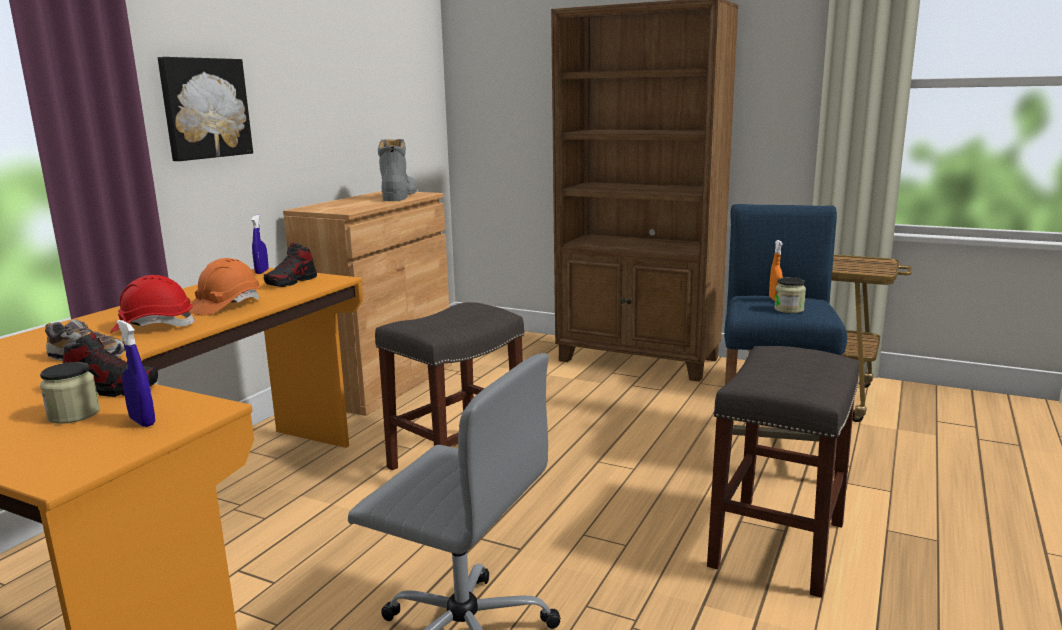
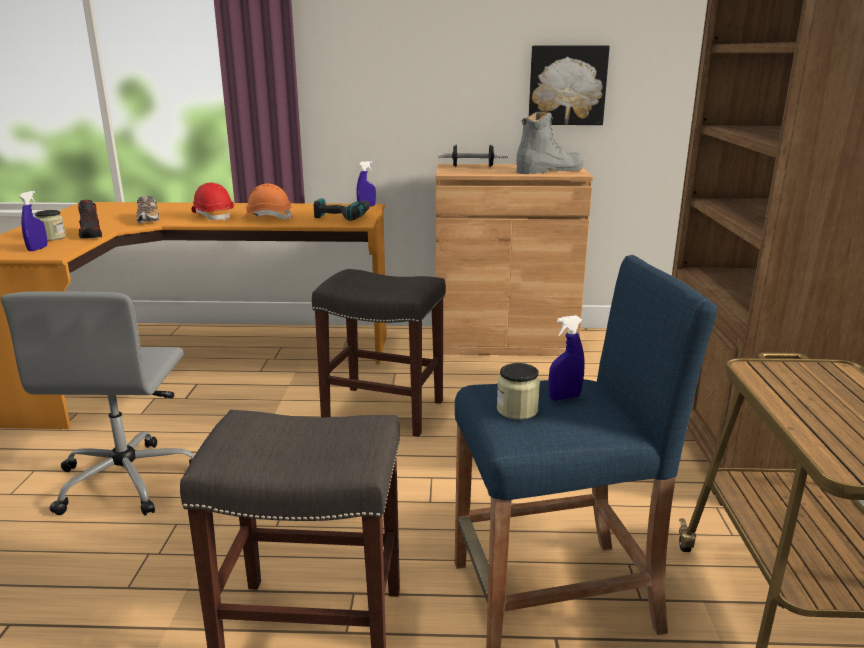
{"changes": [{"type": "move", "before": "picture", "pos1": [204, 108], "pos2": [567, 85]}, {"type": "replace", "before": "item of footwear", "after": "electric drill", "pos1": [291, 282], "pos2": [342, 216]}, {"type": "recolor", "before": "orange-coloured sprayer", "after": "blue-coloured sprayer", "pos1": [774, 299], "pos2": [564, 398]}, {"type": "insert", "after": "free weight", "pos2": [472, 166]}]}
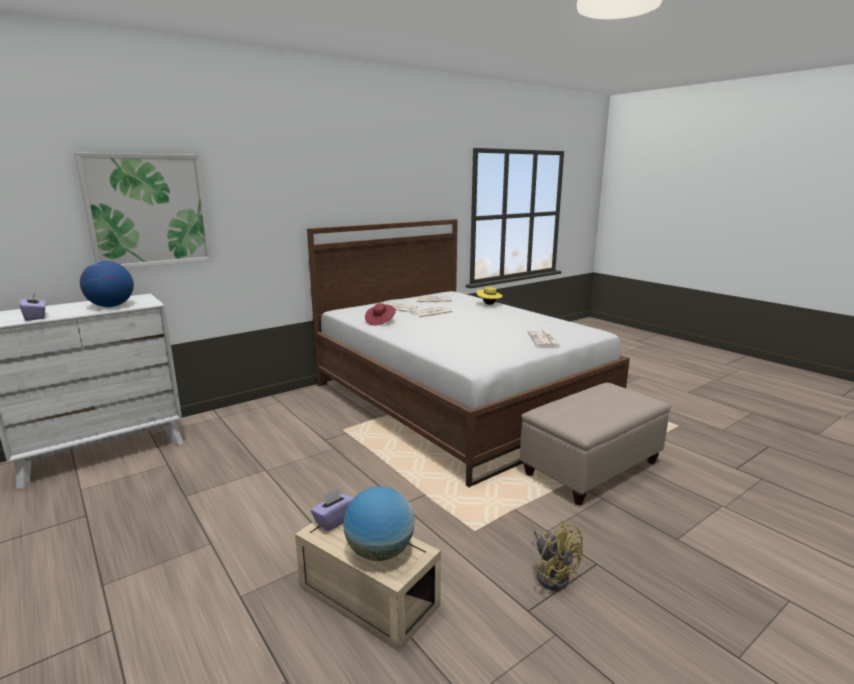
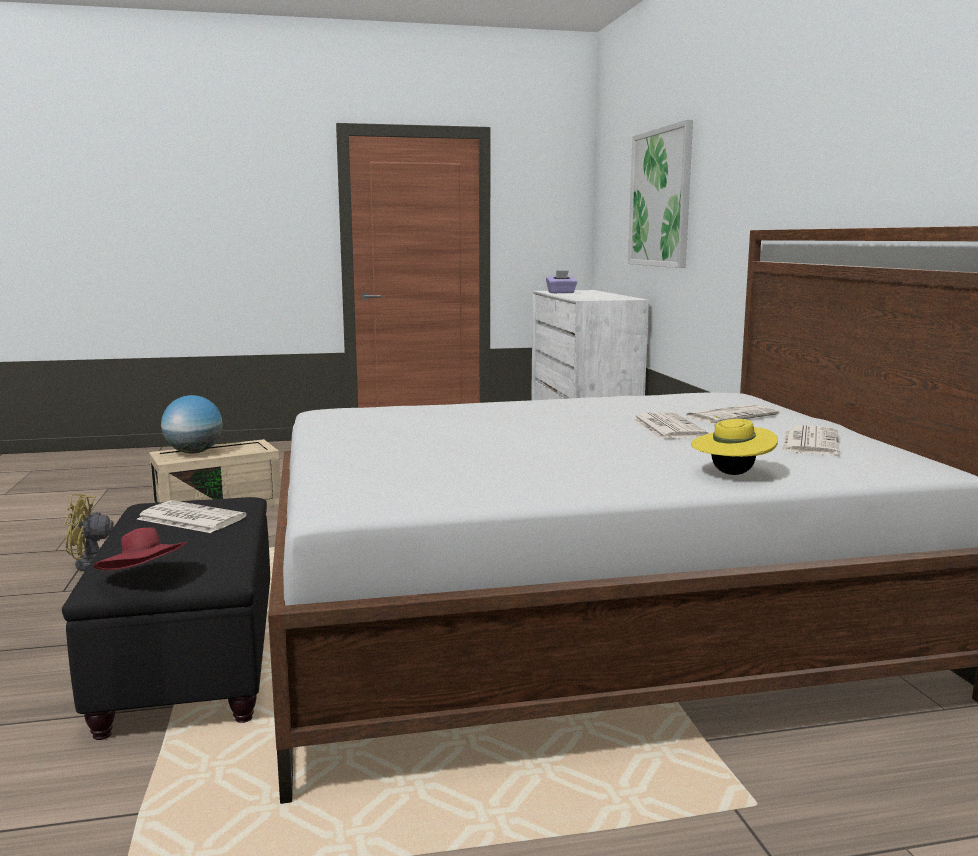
{"changes": [{"type": "delete", "before": "desk globe", "pos1": [111, 306]}, {"type": "delete", "before": "purple tissue holder", "pos1": [334, 520]}, {"type": "move", "before": "red wearable hat", "pos1": [380, 321], "pos2": [145, 578]}, {"type": "recolor", "before": "sand-coloured footrest", "after": "blackish footrest", "pos1": [592, 467], "pos2": [191, 664]}, {"type": "move", "before": "newspaper", "pos1": [544, 339], "pos2": [189, 518]}]}
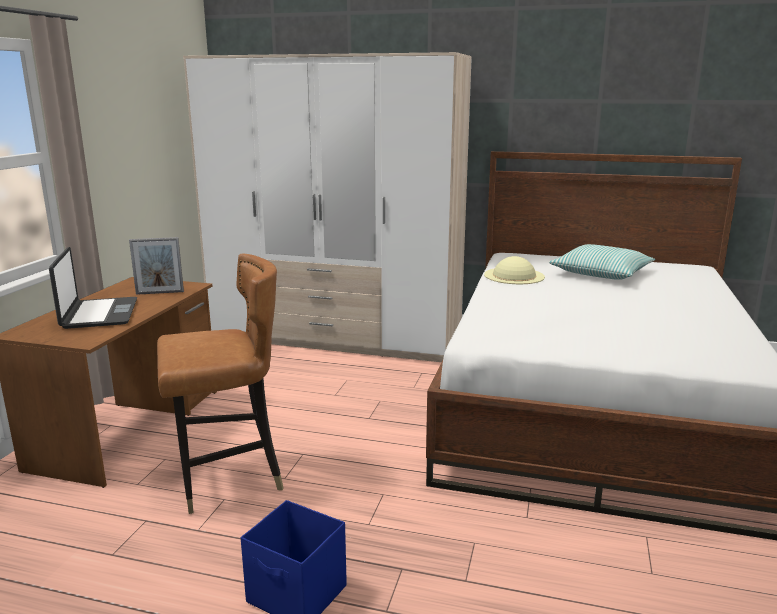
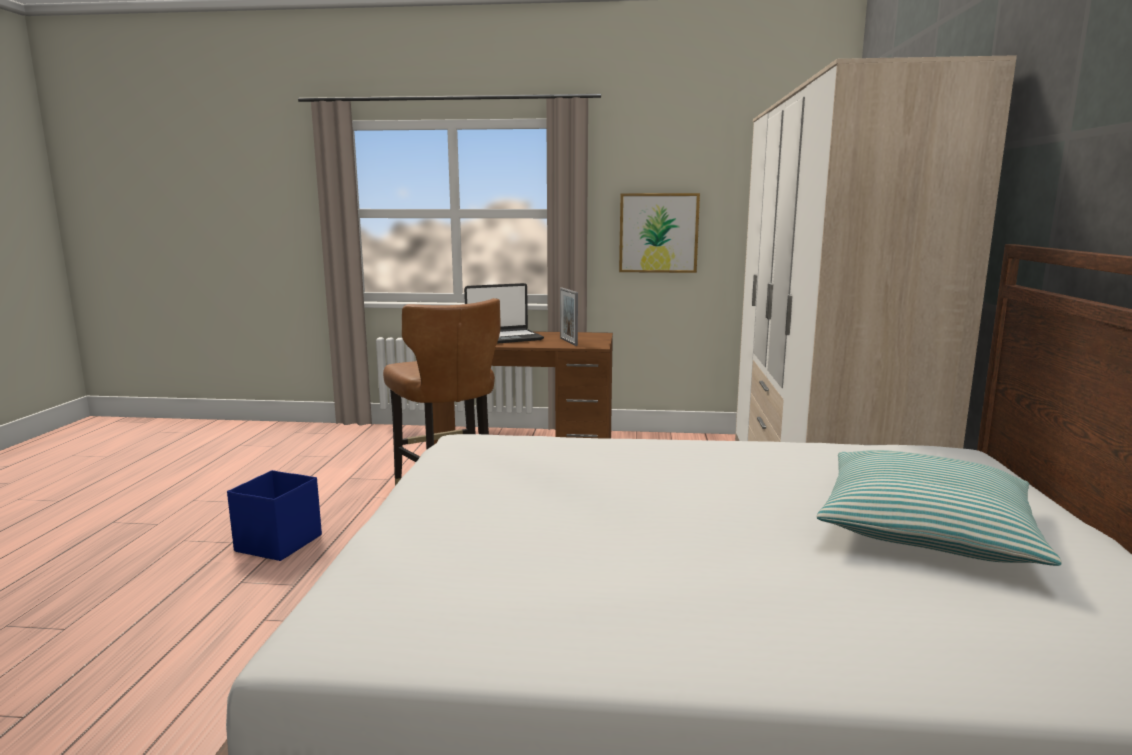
{"changes": [{"type": "delete", "before": "sand-coloured wearable hat", "pos1": [514, 275]}, {"type": "insert", "after": "picture", "pos2": [658, 233]}]}
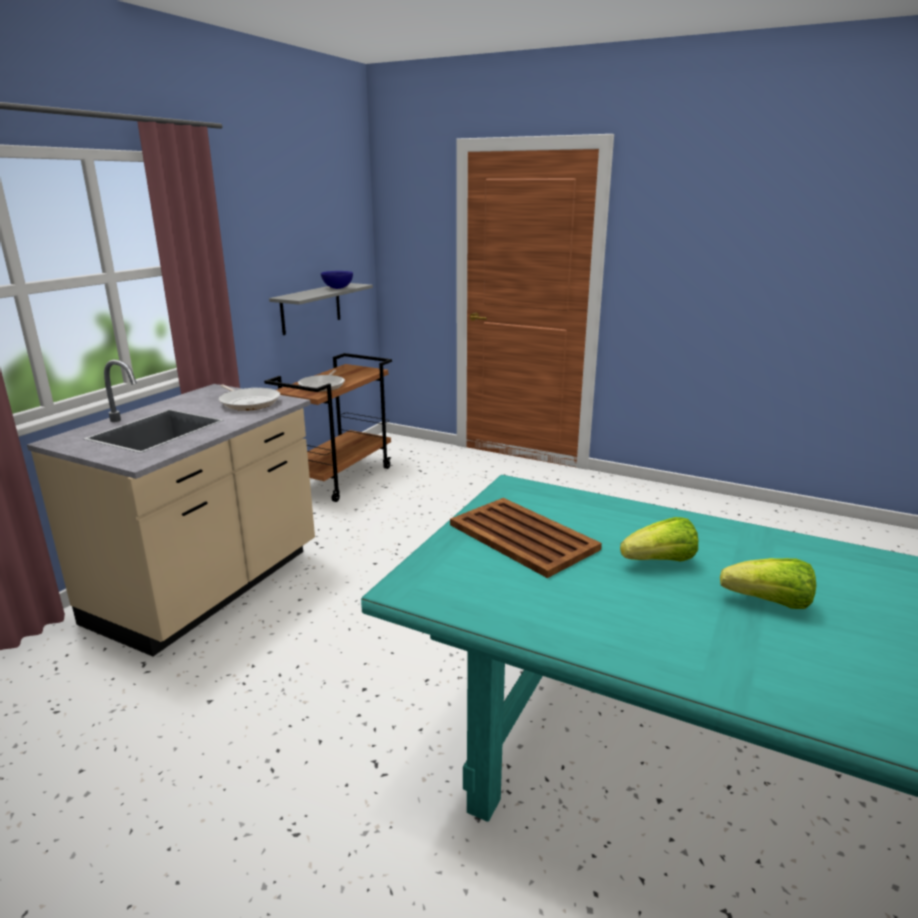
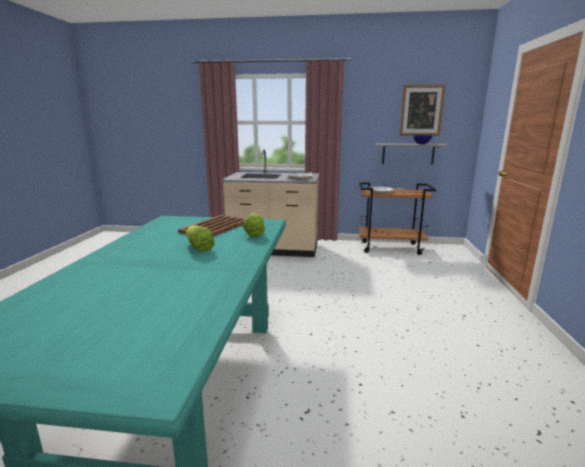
{"changes": [{"type": "move", "before": "head of lettuce", "pos1": [769, 603], "pos2": [254, 233]}, {"type": "insert", "after": "picture", "pos2": [421, 110]}]}
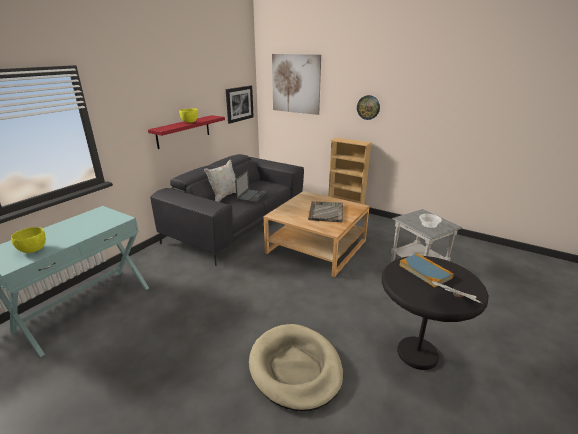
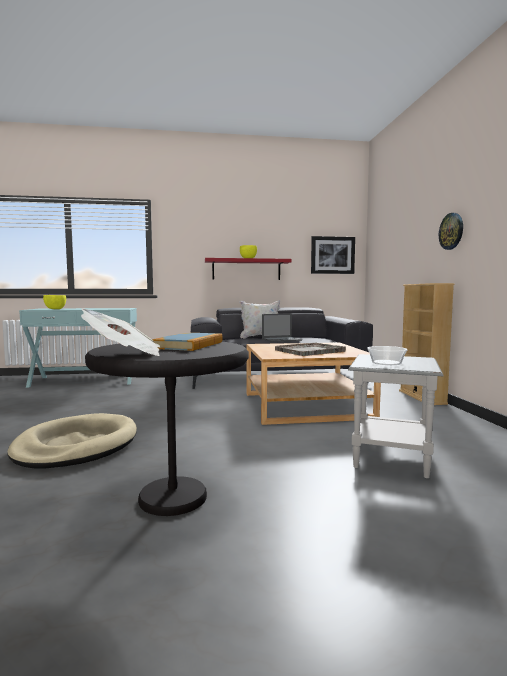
{"changes": [{"type": "delete", "before": "picture", "pos1": [296, 84]}]}
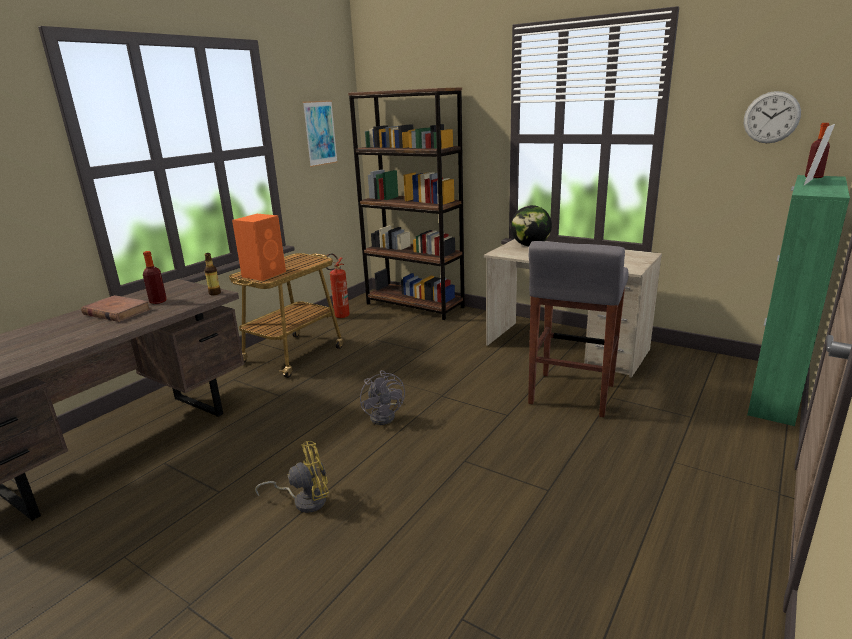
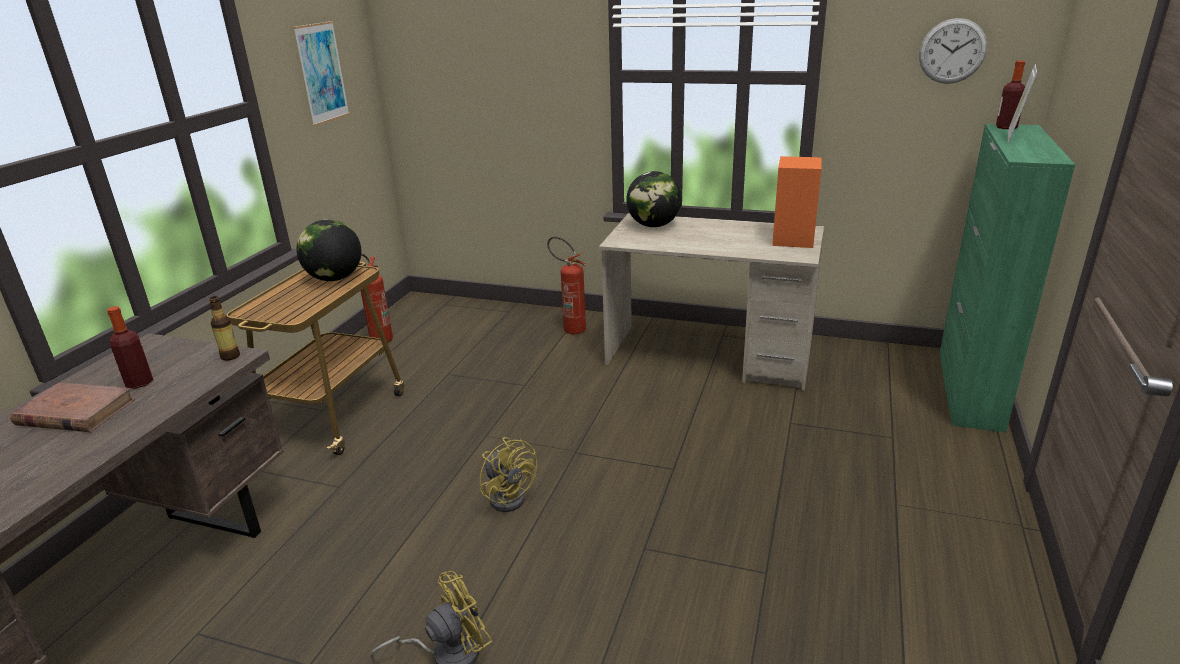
{"changes": [{"type": "move", "before": "orange-coloured loudspeaker", "pos1": [264, 274], "pos2": [793, 238]}, {"type": "delete", "before": "brown-coloured bookshelf", "pos1": [415, 305]}, {"type": "recolor", "before": "greyish cooling fan", "after": "yellowish cooling fan", "pos1": [385, 415], "pos2": [509, 495]}, {"type": "delete", "before": "greyish stool seat", "pos1": [571, 395]}, {"type": "insert", "after": "desk globe", "pos2": [335, 278]}, {"type": "insert", "after": "fire extinguisher", "pos2": [570, 328]}]}
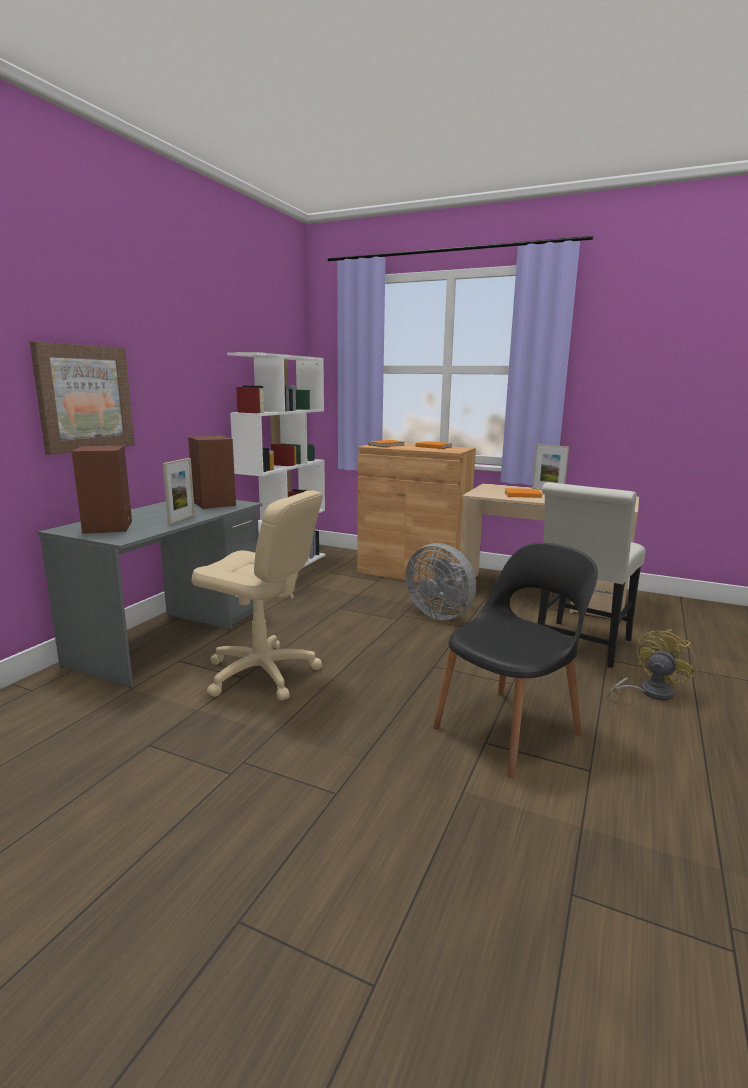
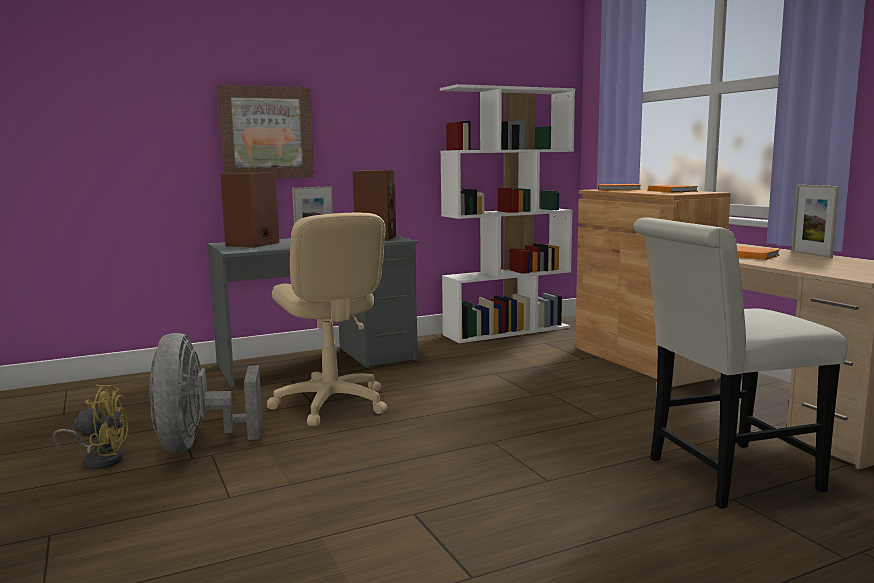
{"changes": [{"type": "move", "before": "greyish cooling fan", "pos1": [441, 614], "pos2": [198, 444]}, {"type": "delete", "before": "blackish plain chair", "pos1": [509, 728]}, {"type": "move", "before": "yellowish cooling fan", "pos1": [649, 692], "pos2": [100, 459]}]}
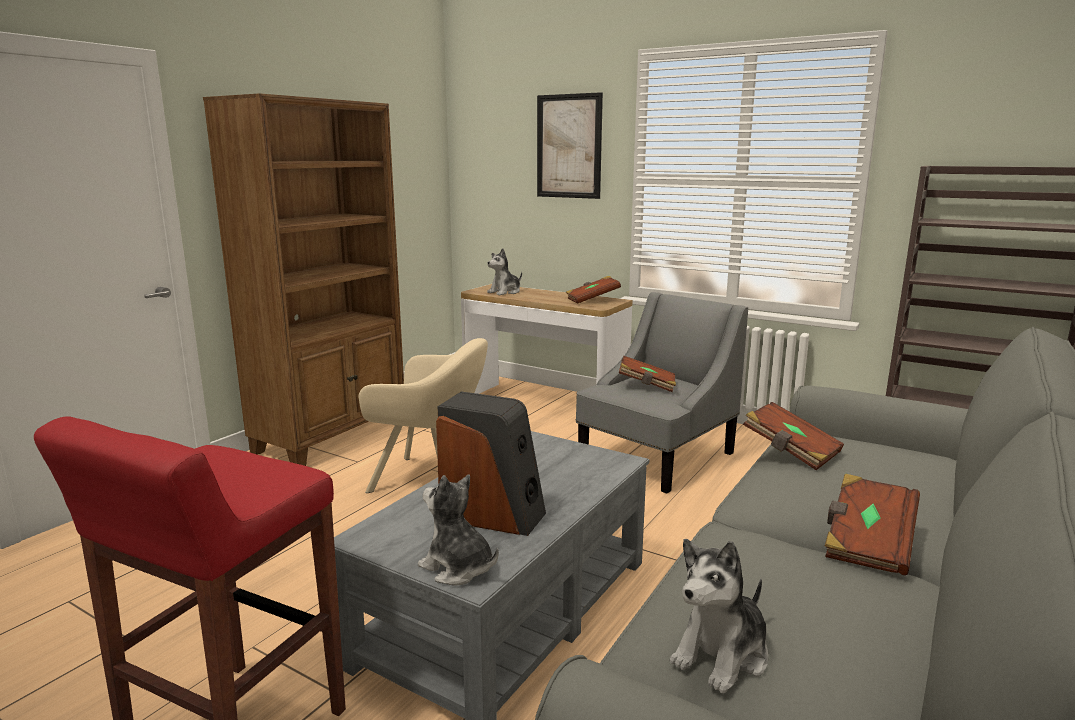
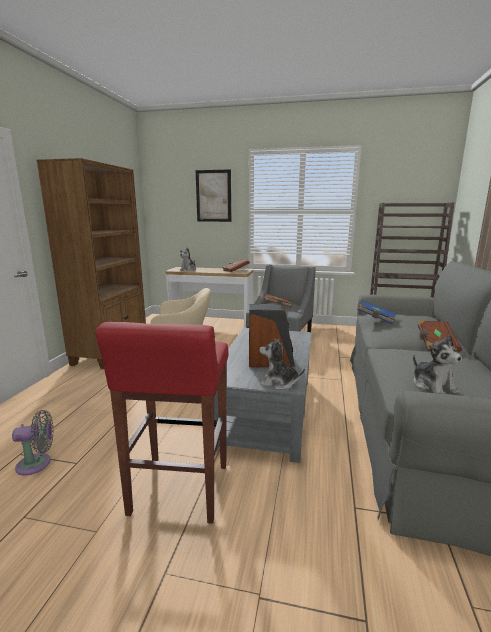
{"changes": [{"type": "rotate", "before": "cuddly toy", "pos1": [722, 655], "pos2": [433, 386], "turn": -45}, {"type": "recolor", "before": "brown-coloured book", "after": "blue-coloured book", "pos1": [790, 451], "pos2": [375, 319]}, {"type": "insert", "after": "greyish cooling fan", "pos2": [37, 464]}]}
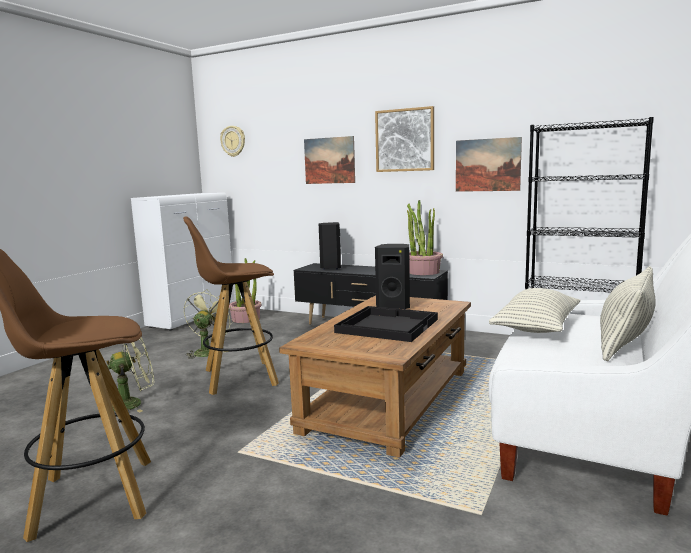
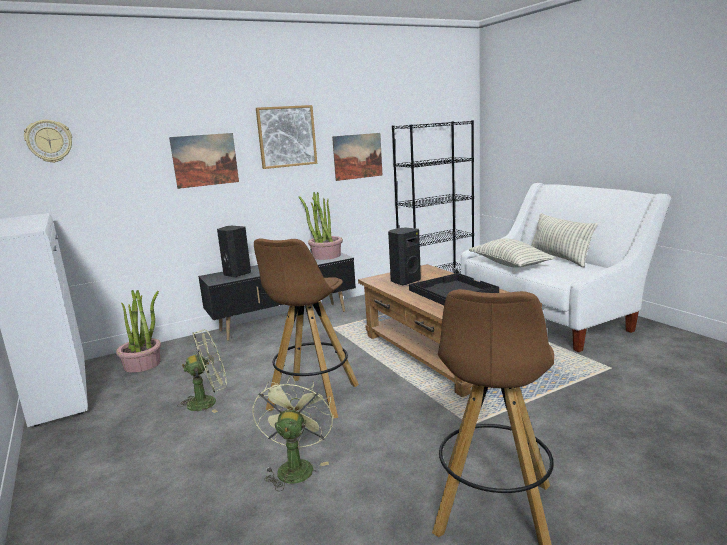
{"changes": [{"type": "rotate", "before": "greenish cooling fan", "pos1": [208, 351], "pos2": [208, 401], "turn": 105}]}
